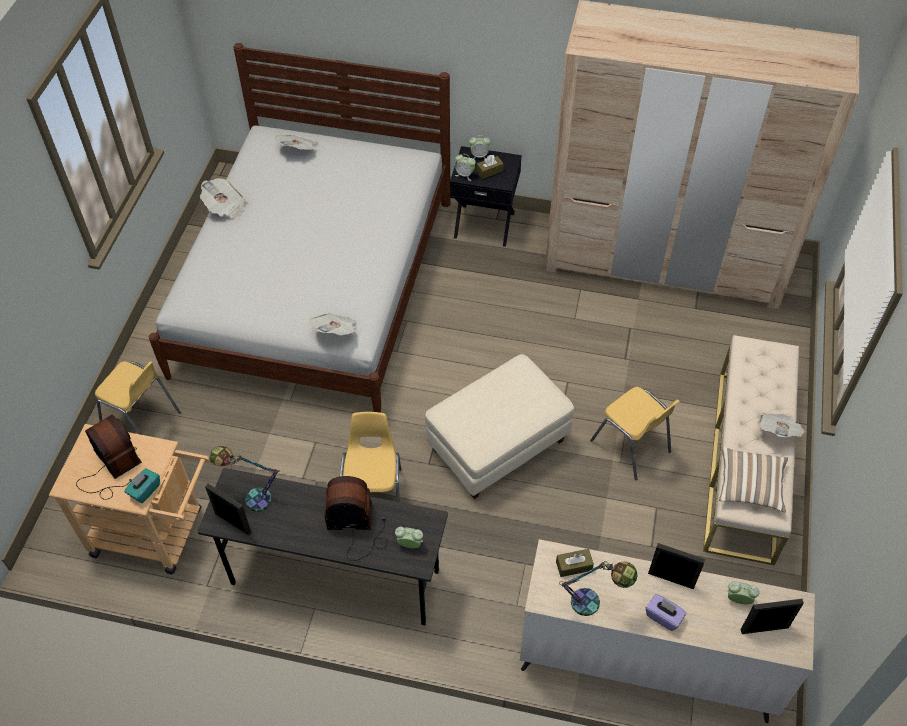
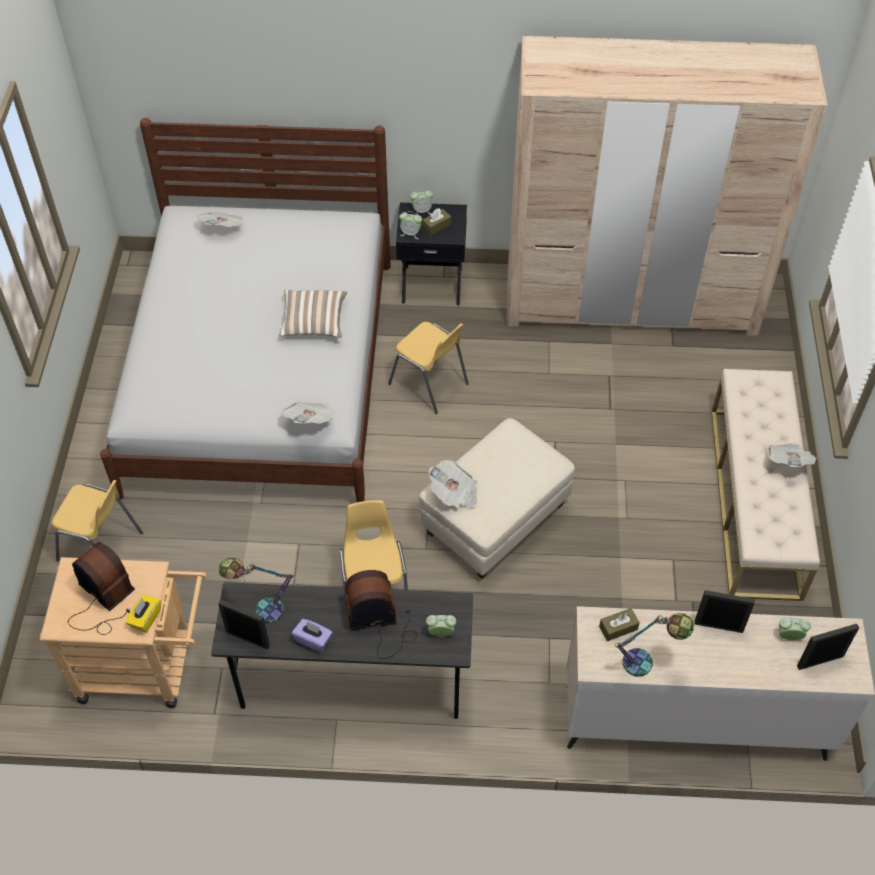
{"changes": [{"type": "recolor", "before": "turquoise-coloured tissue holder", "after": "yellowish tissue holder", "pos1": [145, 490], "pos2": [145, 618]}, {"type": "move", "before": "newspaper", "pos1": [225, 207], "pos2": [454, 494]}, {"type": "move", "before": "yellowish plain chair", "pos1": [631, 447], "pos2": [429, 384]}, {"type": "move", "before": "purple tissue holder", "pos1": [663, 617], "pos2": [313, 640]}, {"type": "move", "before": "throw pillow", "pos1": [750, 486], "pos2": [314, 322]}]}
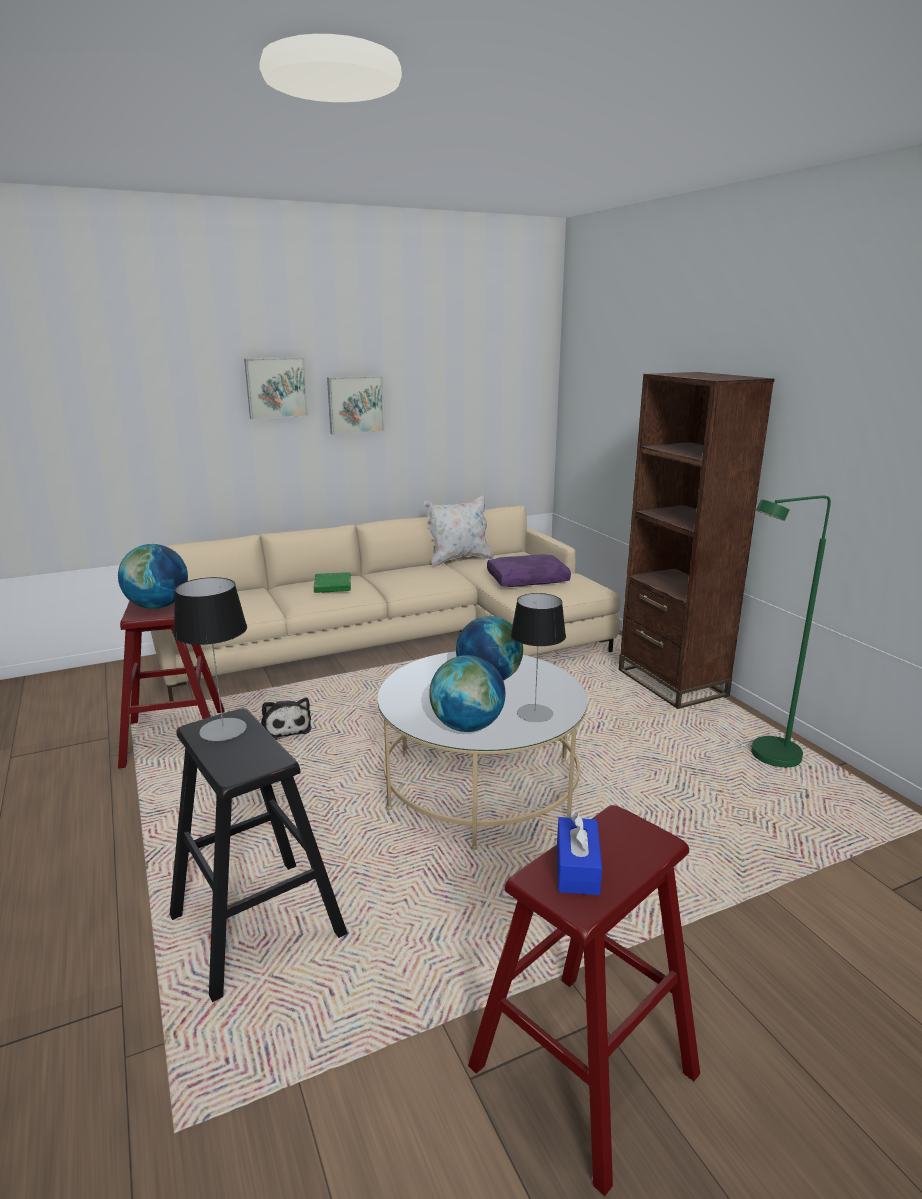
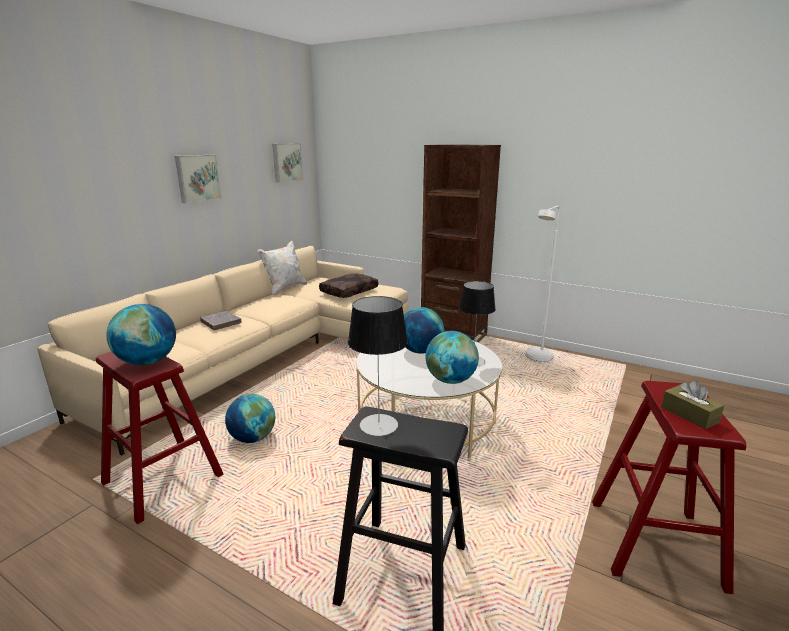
{"changes": [{"type": "move", "before": "picture", "pos1": [276, 387], "pos2": [286, 162]}, {"type": "replace", "before": "cuddly toy", "after": "desk globe", "pos1": [285, 728], "pos2": [253, 438]}, {"type": "recolor", "before": "greenish book", "after": "greyish book", "pos1": [332, 586], "pos2": [221, 323]}, {"type": "recolor", "before": "purple throw pillow", "after": "brown-coloured throw pillow", "pos1": [527, 579], "pos2": [349, 291]}, {"type": "recolor", "before": "blue-coloured tissue holder", "after": "brown-coloured tissue holder", "pos1": [577, 867], "pos2": [689, 415]}, {"type": "recolor", "before": "greenish floor lamp", "after": "whitish floor lamp", "pos1": [765, 758], "pos2": [537, 359]}]}
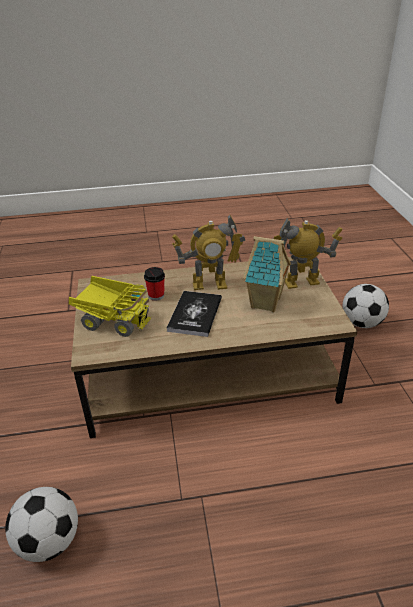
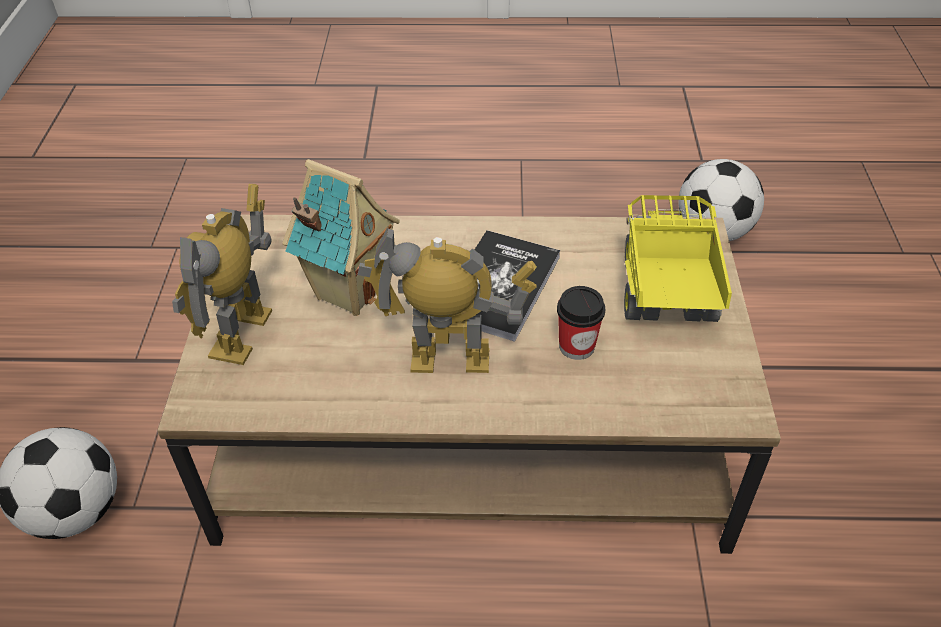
{"changes": [{"type": "rotate", "before": "toy truck", "pos1": [113, 320], "pos2": [665, 296], "turn": 60}, {"type": "rotate", "before": "model robot", "pos1": [301, 282], "pos2": [243, 334], "turn": 105}]}
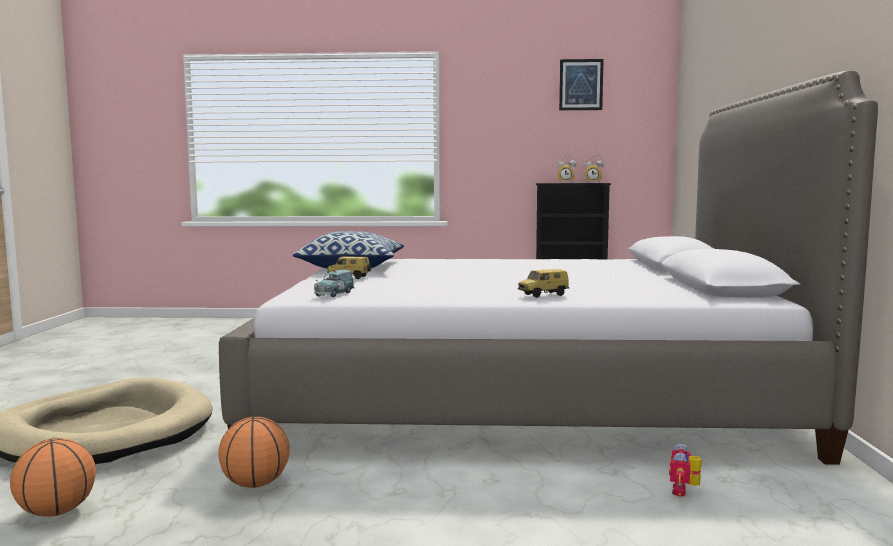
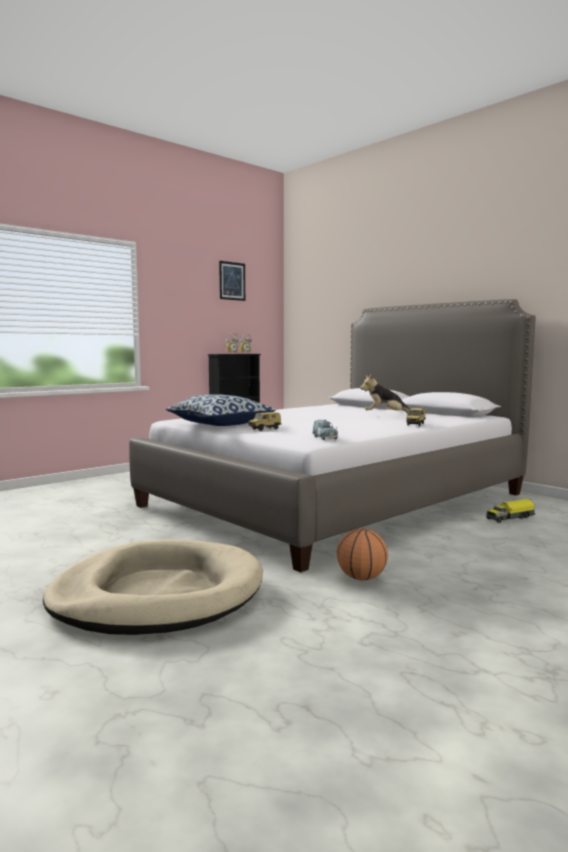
{"changes": [{"type": "delete", "before": "basketball", "pos1": [57, 512]}, {"type": "replace", "before": "model robot", "after": "toy truck", "pos1": [684, 491], "pos2": [511, 518]}, {"type": "insert", "after": "cuddly toy", "pos2": [385, 415]}]}
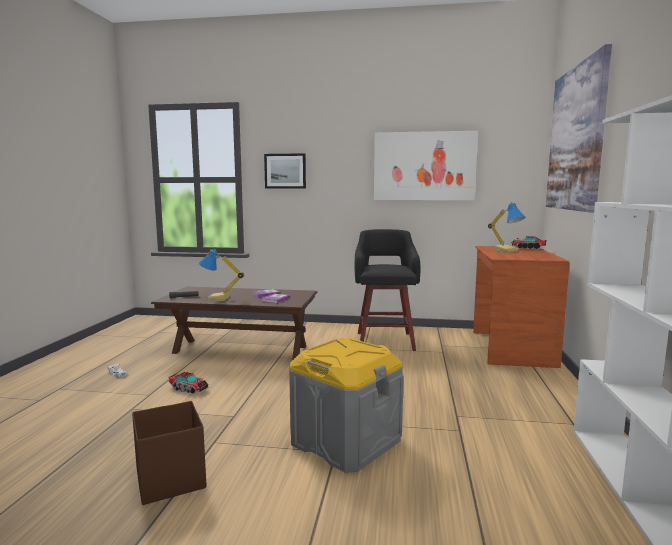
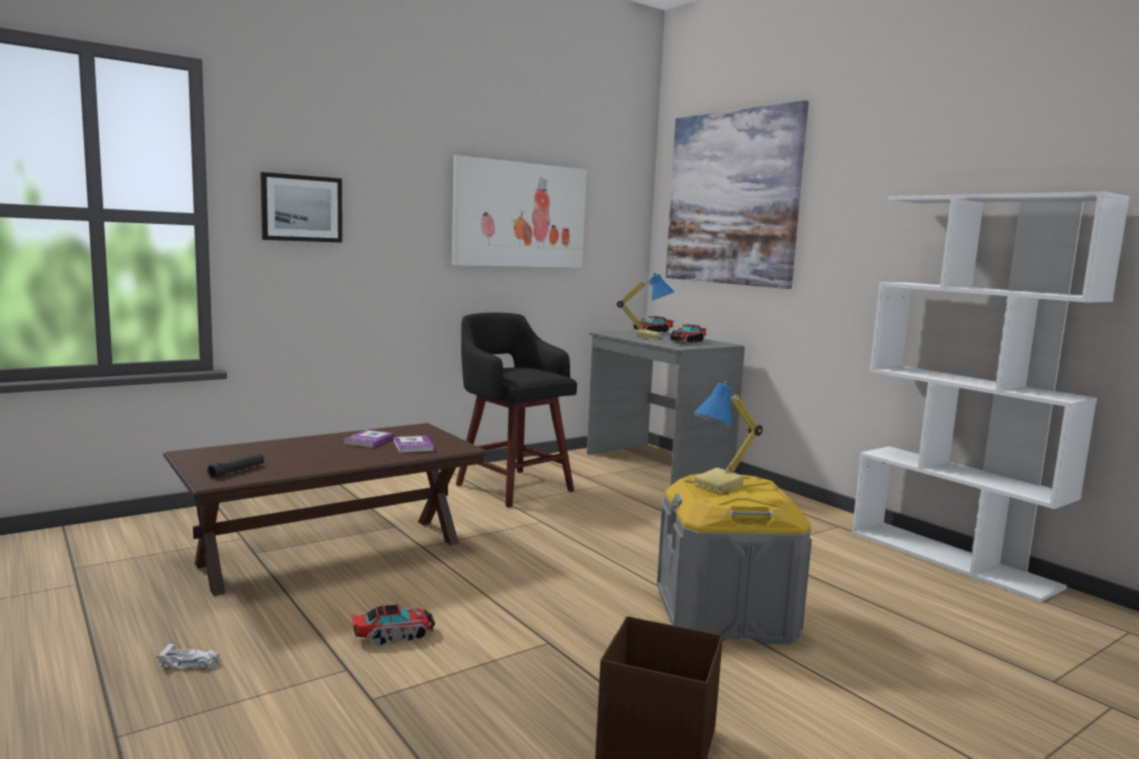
{"changes": [{"type": "move", "before": "tabletop lamp", "pos1": [218, 298], "pos2": [720, 485]}, {"type": "recolor", "before": "brown-coloured desk unit", "after": "greyish desk unit", "pos1": [510, 348], "pos2": [656, 464]}, {"type": "insert", "after": "toy truck", "pos2": [687, 342]}]}
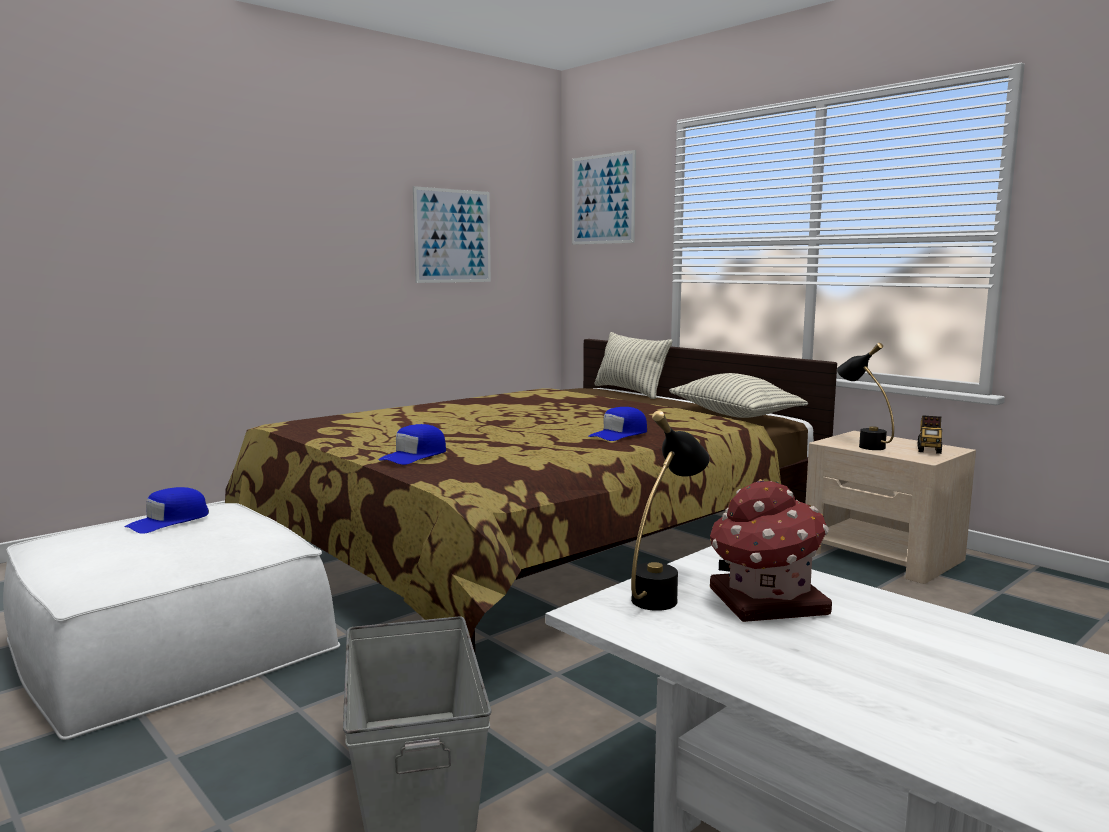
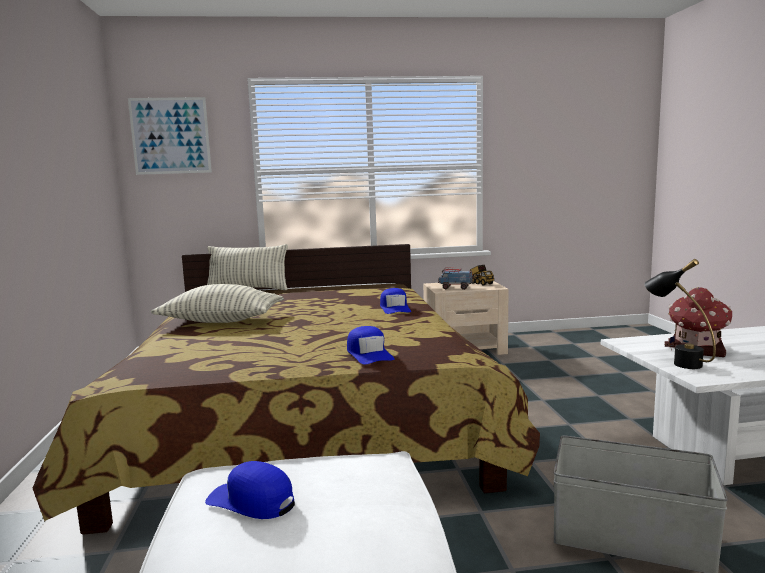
{"changes": [{"type": "rotate", "before": "blue-coloured peaked cap", "pos1": [168, 521], "pos2": [251, 501], "turn": 135}, {"type": "delete", "before": "picture", "pos1": [452, 236]}, {"type": "move", "before": "throw pillow", "pos1": [734, 415], "pos2": [221, 321]}, {"type": "replace", "before": "blackish tabletop lamp", "after": "toy truck", "pos1": [863, 445], "pos2": [455, 288]}]}
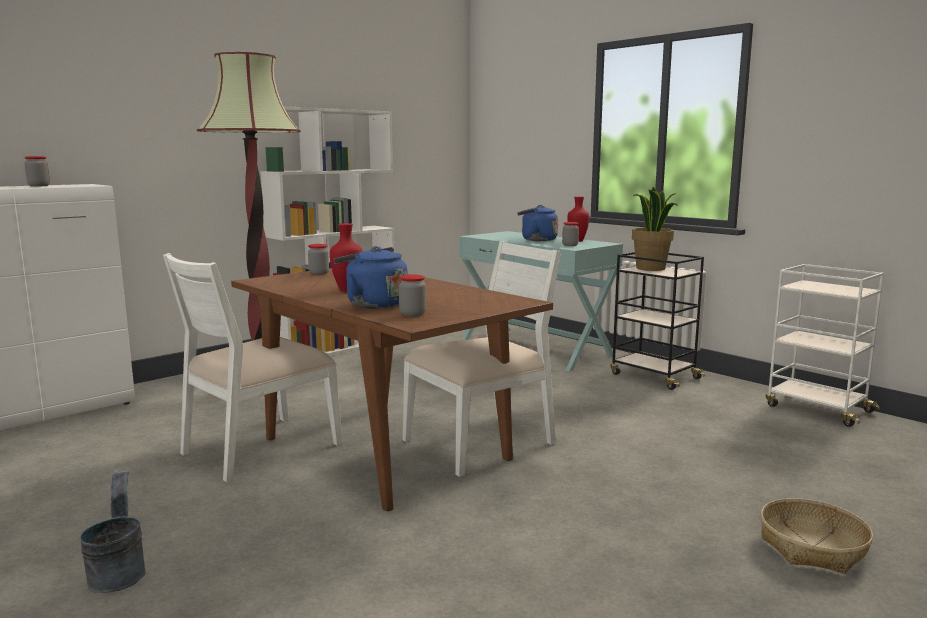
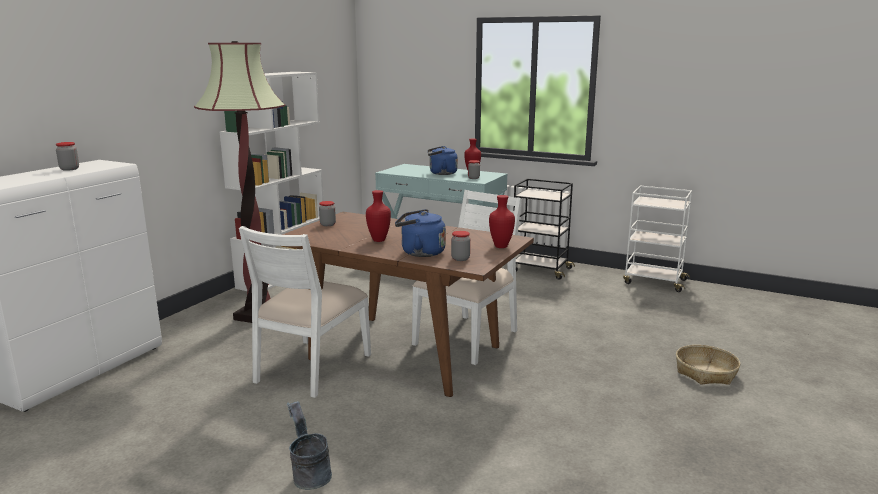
{"changes": [{"type": "delete", "before": "plant in a pot", "pos1": [651, 268]}, {"type": "insert", "after": "red decorative vase", "pos2": [501, 246]}]}
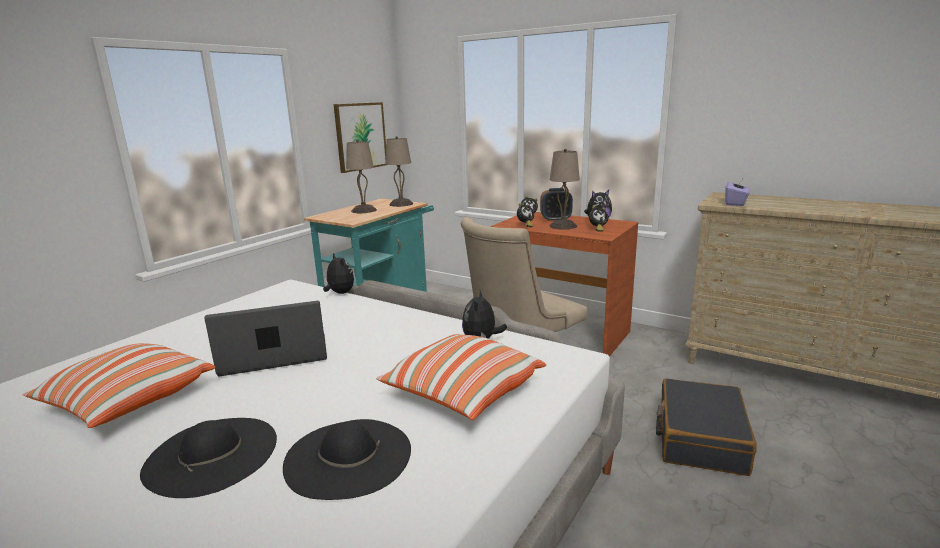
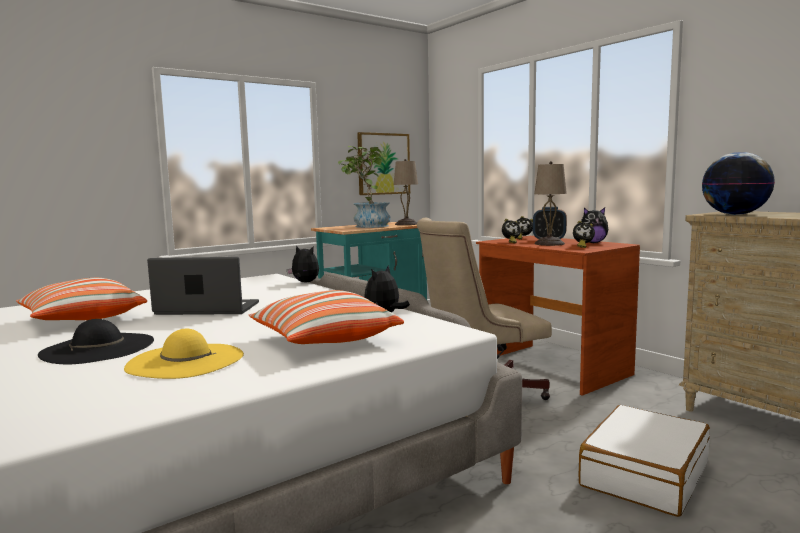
{"changes": [{"type": "recolor", "before": "blackish wearable hat", "after": "yellowish wearable hat", "pos1": [348, 457], "pos2": [185, 361]}, {"type": "rotate", "before": "cuddly toy", "pos1": [339, 293], "pos2": [304, 282], "turn": -45}, {"type": "replace", "before": "sand-coloured tabletop lamp", "after": "plant in a pot", "pos1": [363, 210], "pos2": [366, 226]}, {"type": "recolor", "before": "blackish piece of luggage", "after": "whitish piece of luggage", "pos1": [700, 438], "pos2": [643, 474]}, {"type": "replace", "before": "purple tissue holder", "after": "desk globe", "pos1": [735, 203], "pos2": [735, 214]}]}
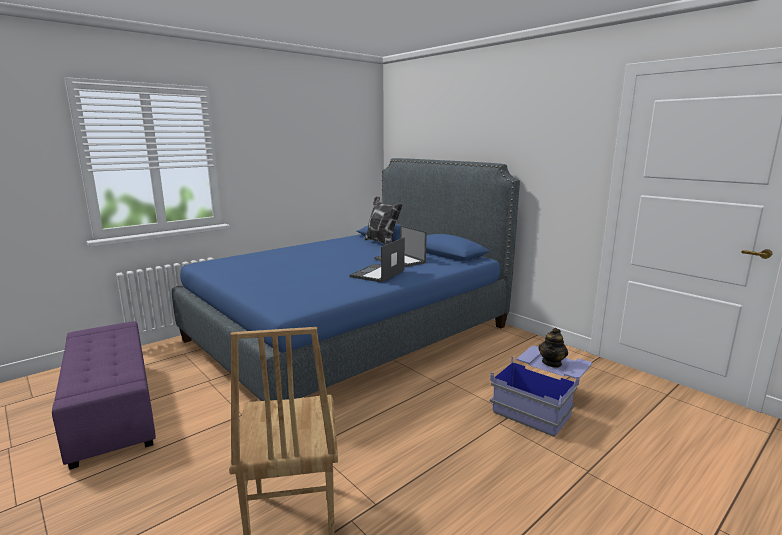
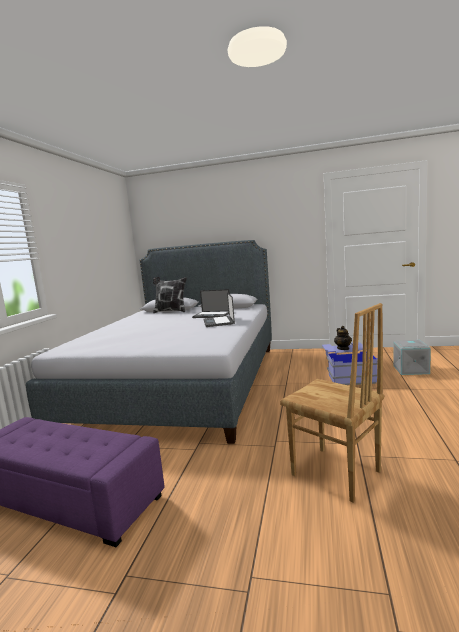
{"changes": [{"type": "recolor", "before": "blue-coloured bedroom bed", "after": "greyish bedroom bed", "pos1": [350, 333], "pos2": [181, 383]}, {"type": "insert", "after": "greyish storage bin", "pos2": [410, 369]}]}
